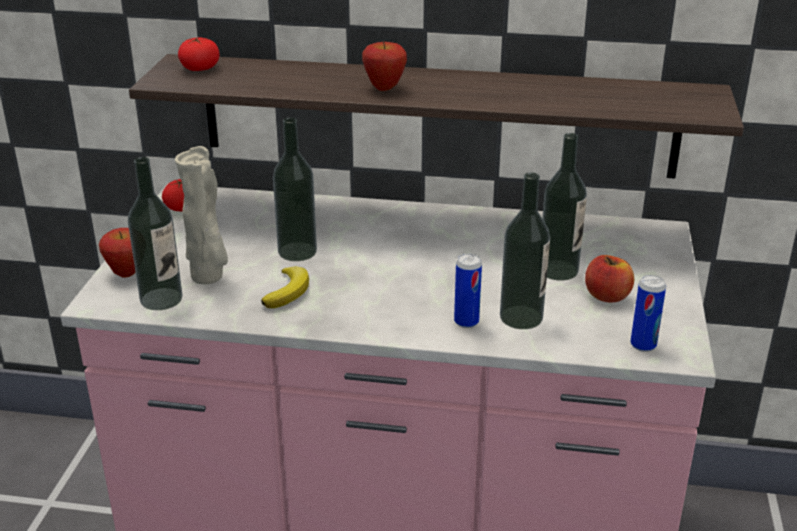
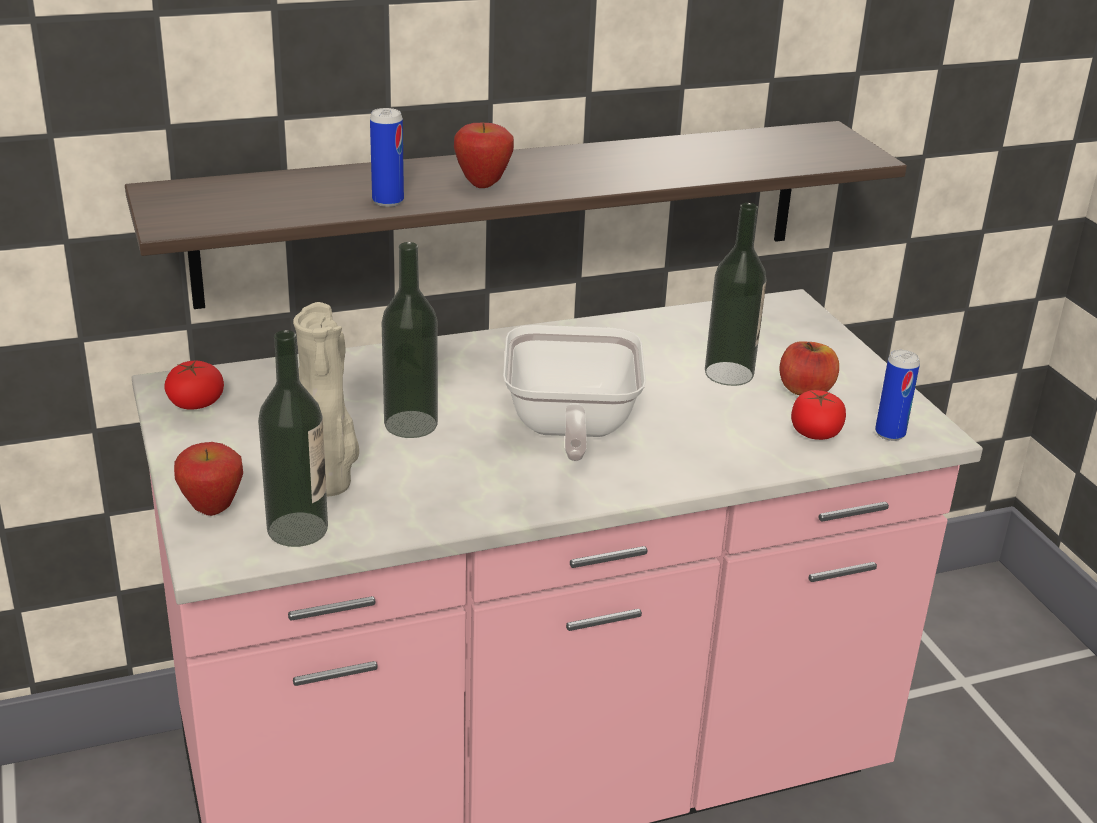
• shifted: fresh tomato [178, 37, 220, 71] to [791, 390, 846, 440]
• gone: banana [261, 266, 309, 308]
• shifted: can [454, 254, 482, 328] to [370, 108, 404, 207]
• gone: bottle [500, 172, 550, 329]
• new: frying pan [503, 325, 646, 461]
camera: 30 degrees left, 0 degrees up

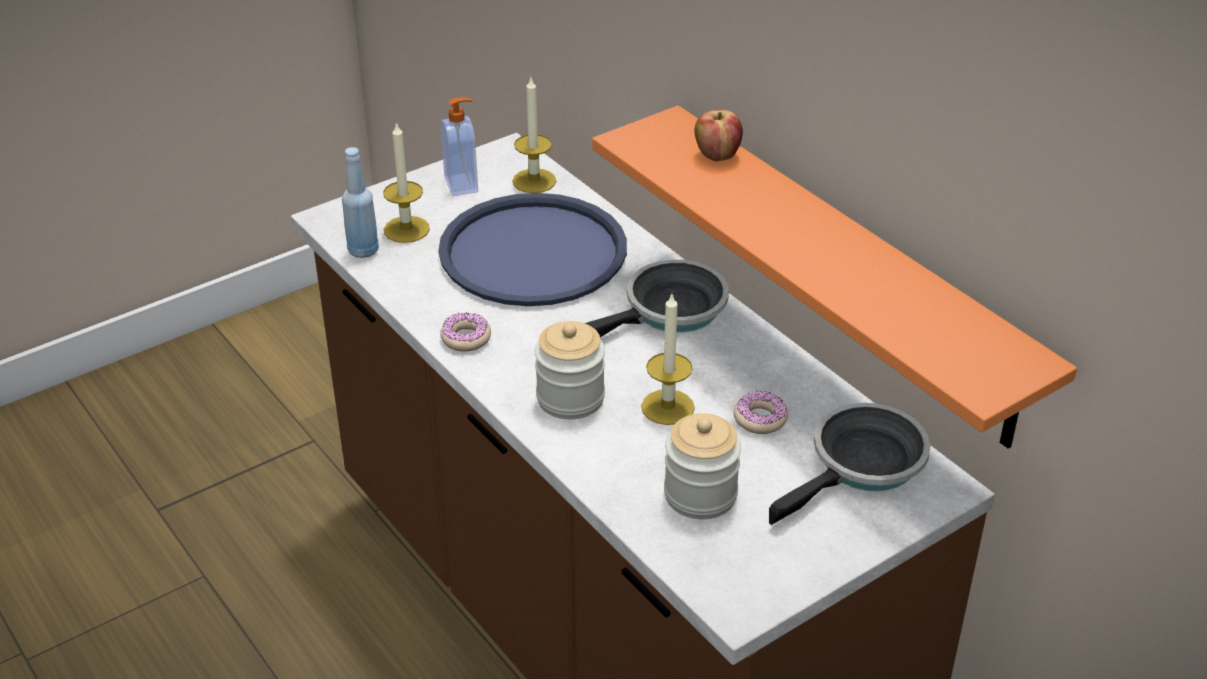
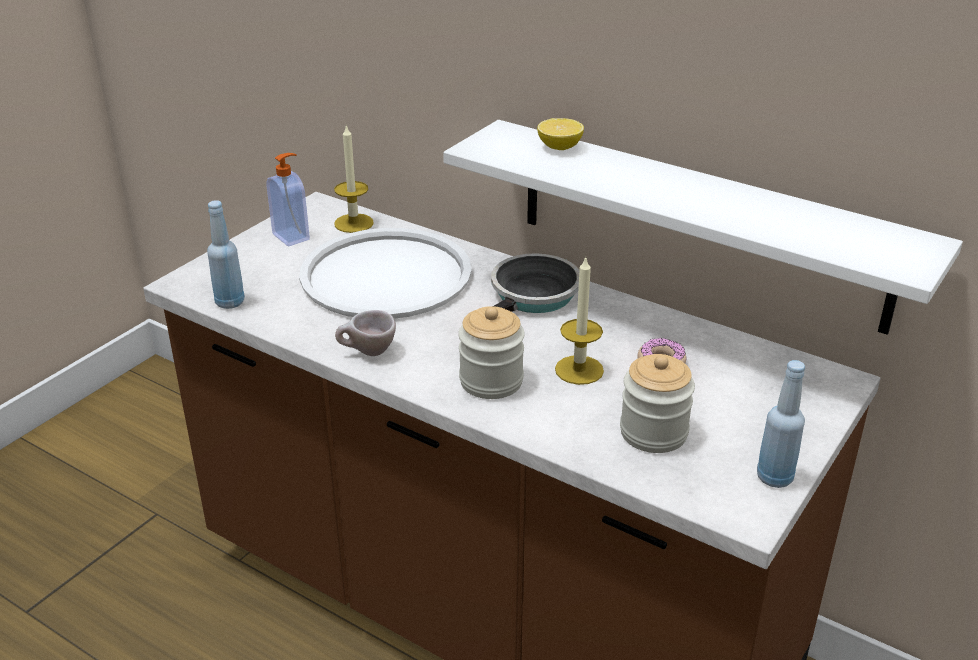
• gone: wax light [383, 122, 430, 243]
• repainted: blue carrying tray [438, 193, 627, 306] to whitish carrying tray [299, 228, 472, 319]
• swapped: doughnut [440, 313, 491, 352] to sand-coloured drinking cup [335, 310, 396, 356]
• repainted: orange shelf [592, 105, 1077, 449] to whitish shelf [443, 120, 963, 335]
• swapped: apple [694, 110, 743, 162] to whole lemon [537, 118, 584, 150]
• gone: frying pan [769, 403, 931, 525]
• new: blue bottle [757, 360, 805, 488]
camera: 20 degrees left, 5 degrees down

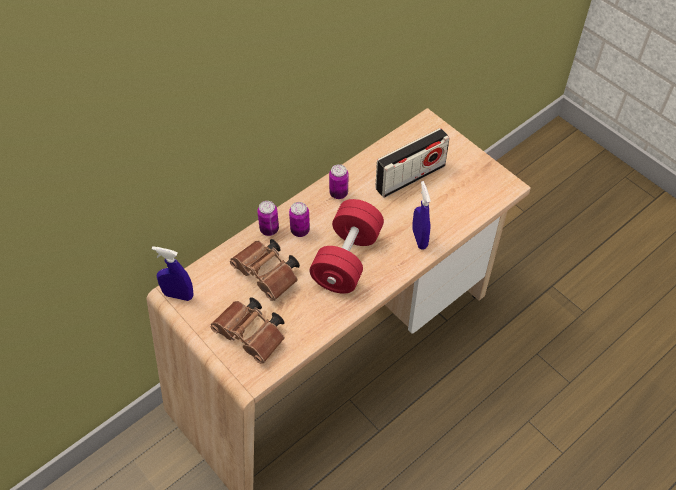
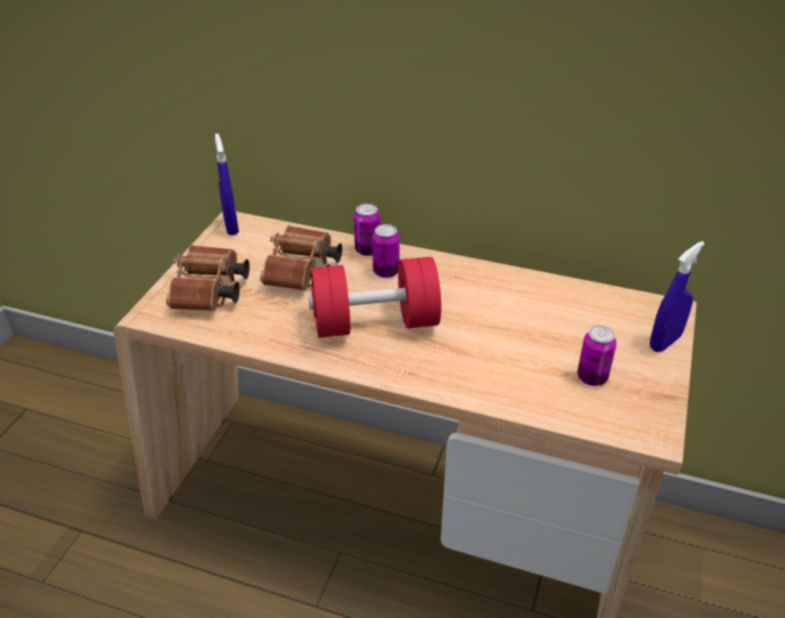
• shifted: can [329, 164, 348, 199] to [577, 325, 617, 386]
• gone: radio [375, 128, 450, 198]
• shifted: blue spray bottle [412, 181, 431, 249] to [650, 241, 705, 352]
camera: 60 degrees right, 15 degrees down

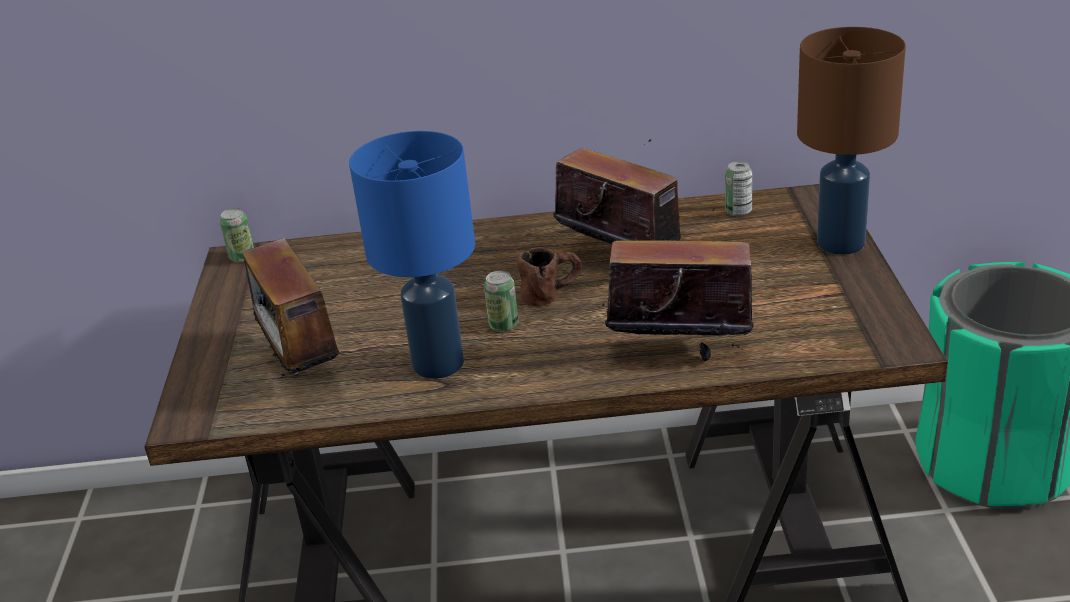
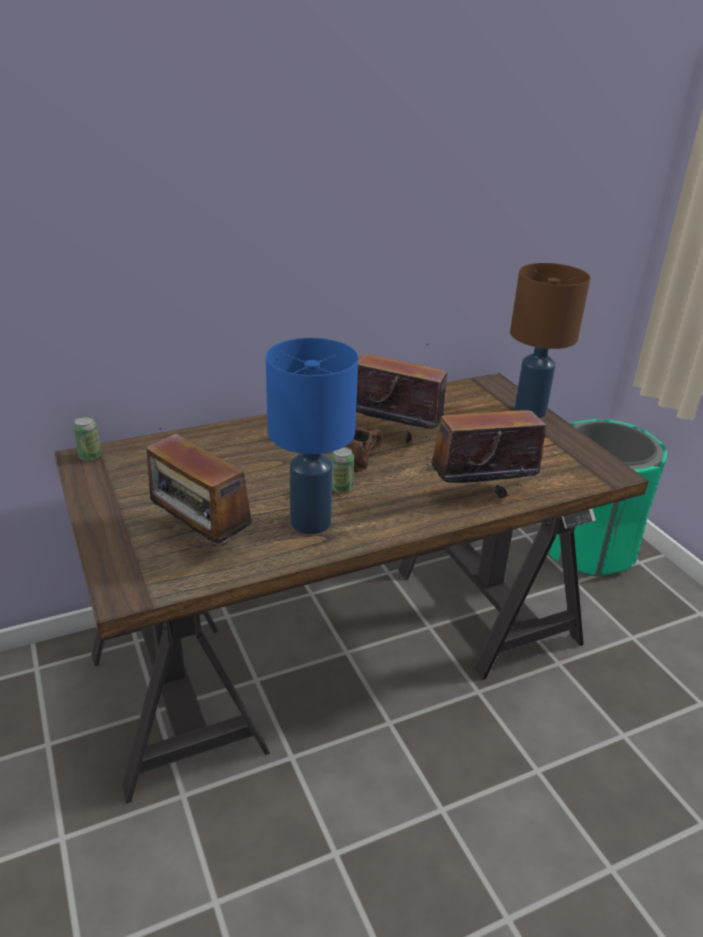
• gone: can [725, 161, 753, 216]
camera: 25 degrees left, 0 degrees up

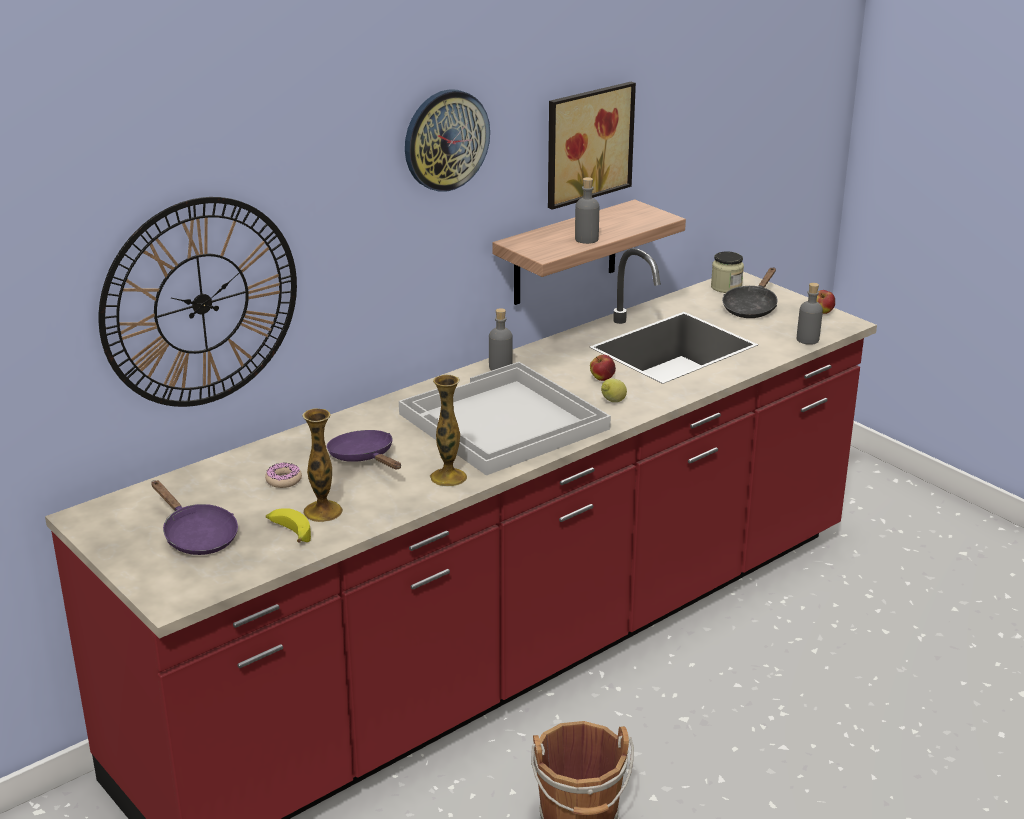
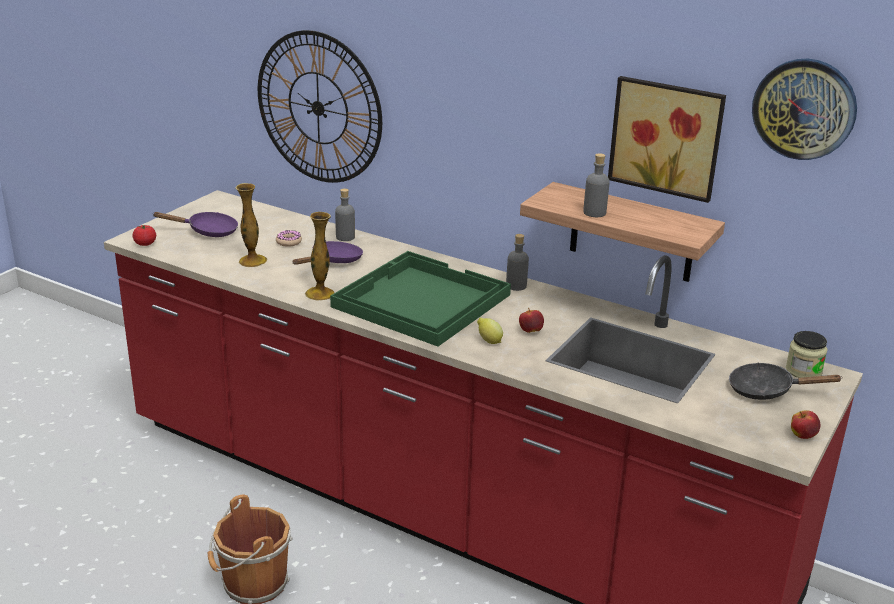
• rotated: purple-coloured frying pan [151, 480, 238, 555] = [152, 212, 238, 237] 120 degrees counterclockwise
• gone: banana [266, 508, 311, 542]
• repainted: whitish carrying tray [399, 362, 611, 475] to greenish carrying tray [330, 251, 511, 347]
• shifted: wall clock [405, 89, 490, 192] to [752, 59, 857, 160]
• shifted: grey bottle [797, 283, 823, 345] to [335, 188, 355, 241]
• new: fresh tomato [132, 225, 156, 246]
camera: 70 degrees right, 0 degrees up

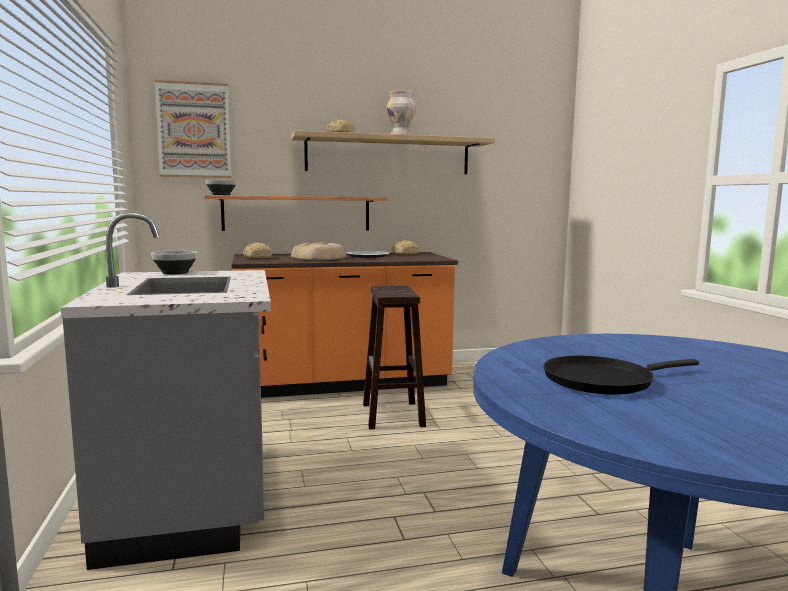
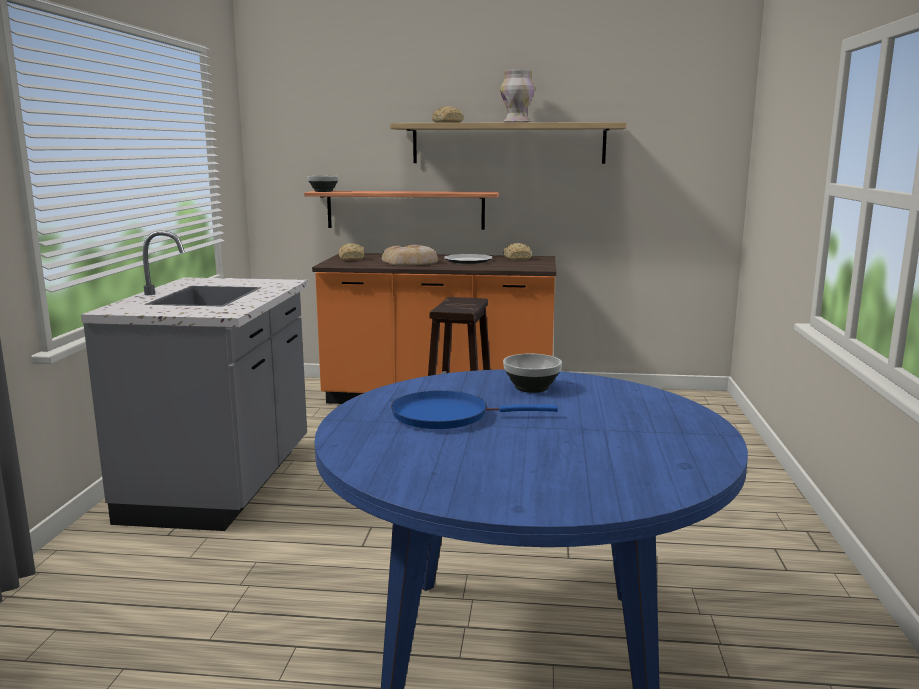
• shifted: bowl [151, 251, 197, 275] to [503, 354, 562, 393]
• gone: picture [155, 80, 231, 178]
• repainted: black-coloured frying pan [544, 356, 699, 395] to blue frying pan [391, 391, 558, 429]
camera: 20 degrees right, 5 degrees up

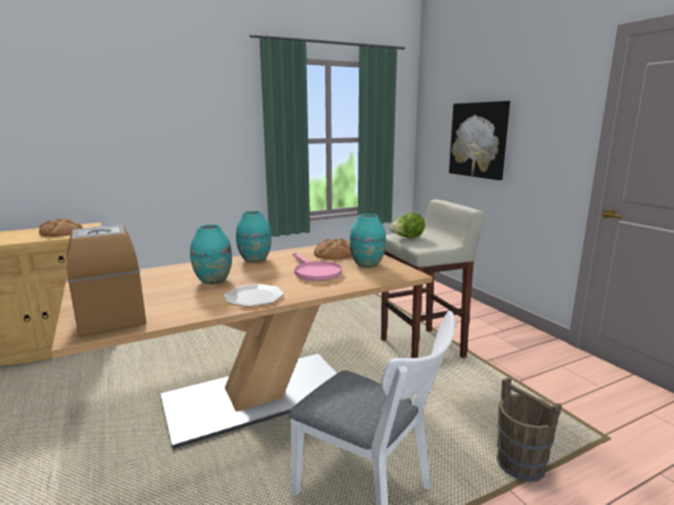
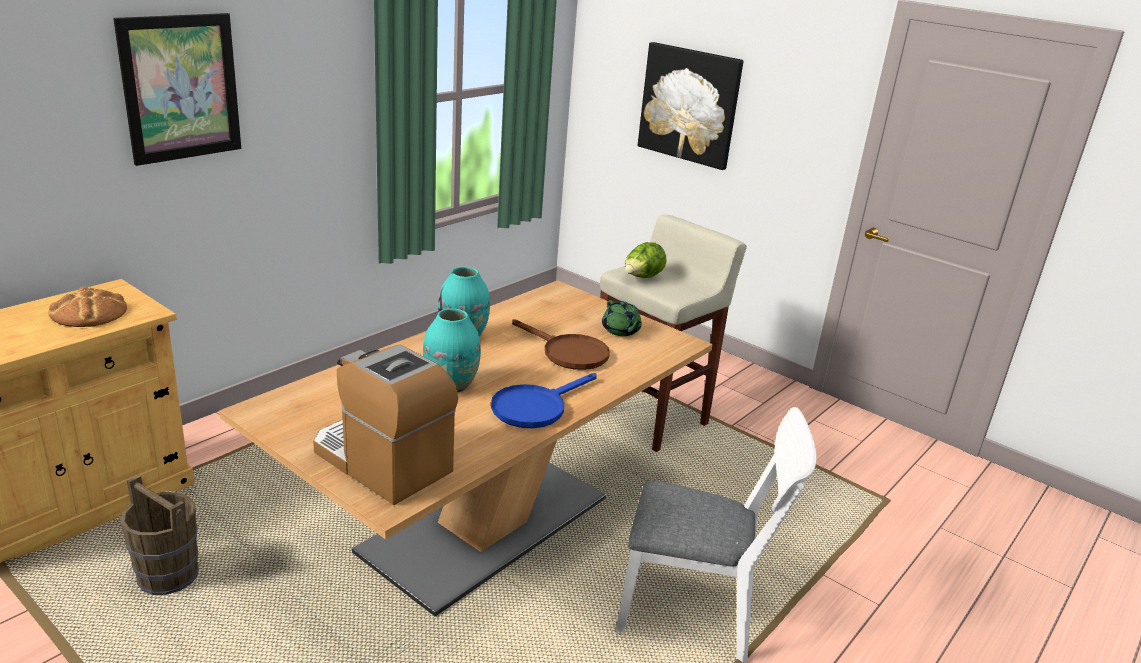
• swapped: plate [224, 284, 284, 307] to blue frying pan [491, 373, 597, 428]
• repainted: pinkish frying pan [293, 252, 342, 281] to brown-coloured frying pan [512, 319, 610, 370]
• gone: bread [314, 238, 352, 259]
• swapped: blue-green decorative vase [350, 214, 386, 268] to greenish tea pot [602, 300, 642, 336]
• shifted: brown-coloured water bucket [497, 377, 562, 482] to [120, 475, 199, 595]
• new: picture [113, 13, 241, 166]
camera: 25 degrees left, 10 degrees up

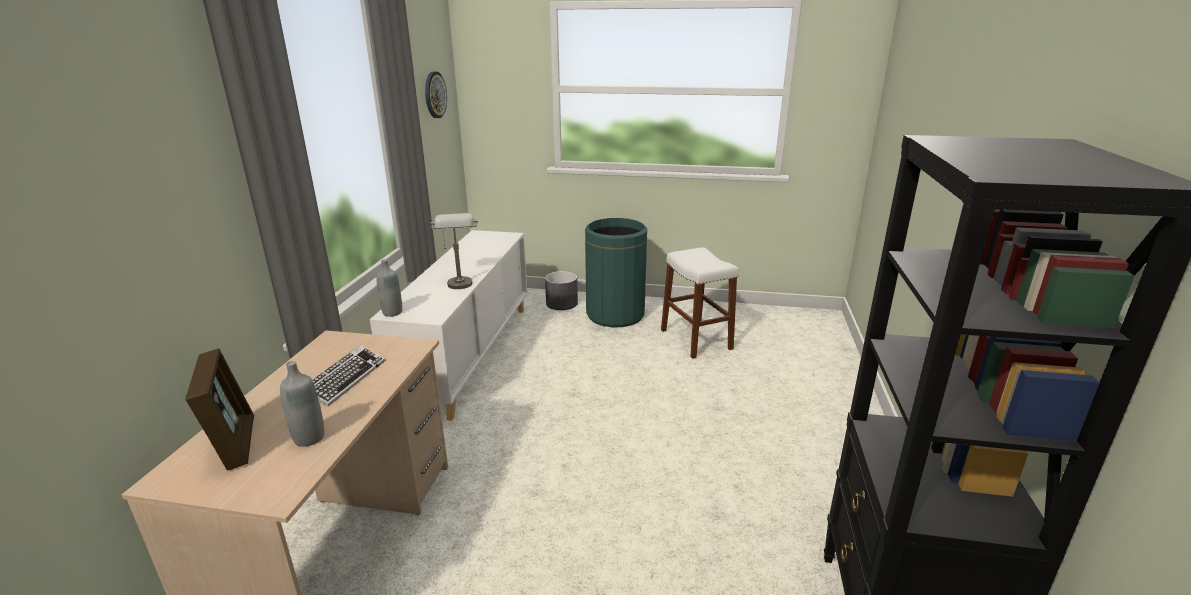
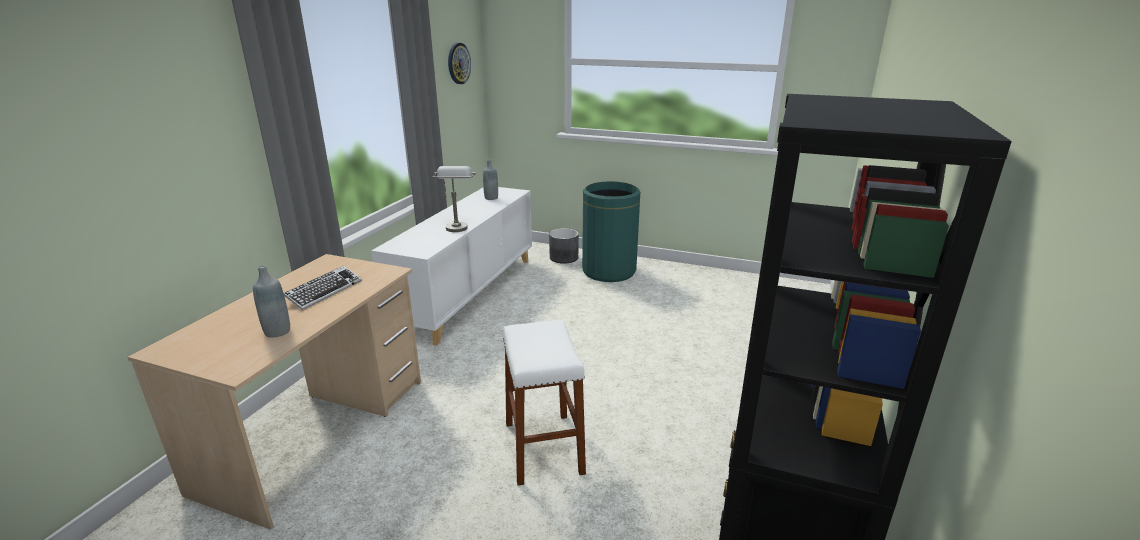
• gone: standing frame [185, 348, 254, 471]
• shifted: grey bottle [376, 259, 402, 317] to [483, 160, 498, 200]
• shifted: whitish sitting stool [661, 247, 739, 359] to [503, 320, 586, 486]
camera: 10 degrees right, 0 degrees up

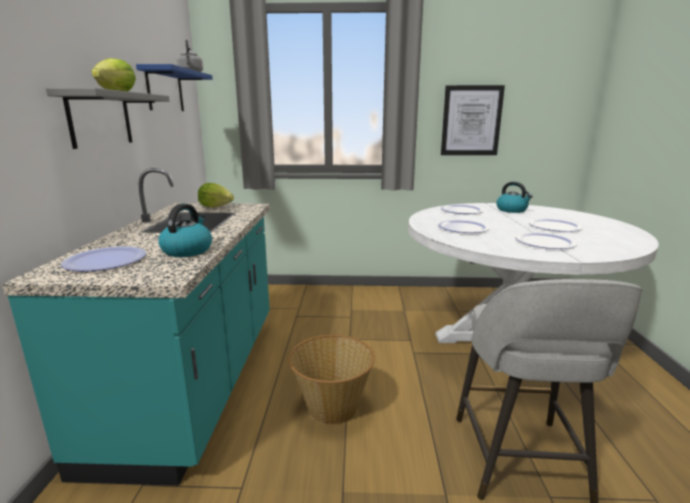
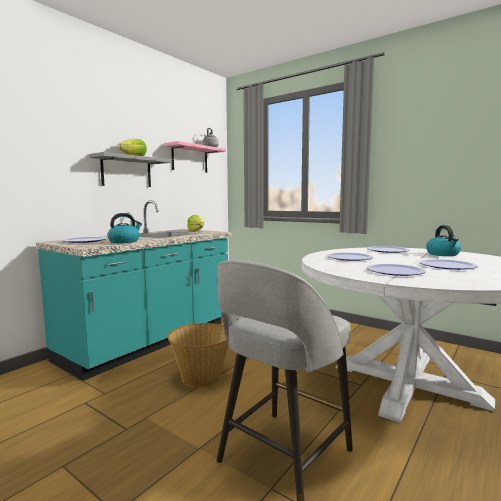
• repainted: blue shelf [136, 64, 213, 111] to pinkish shelf [164, 141, 226, 173]
• gone: picture [441, 85, 505, 155]
camera: 35 degrees right, 10 degrees down

